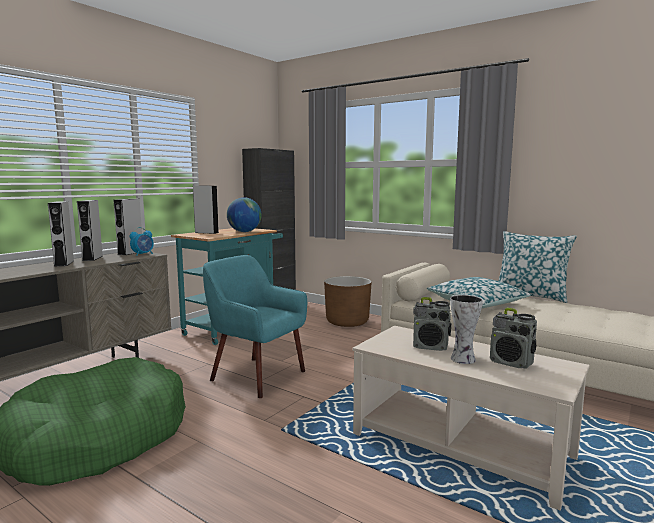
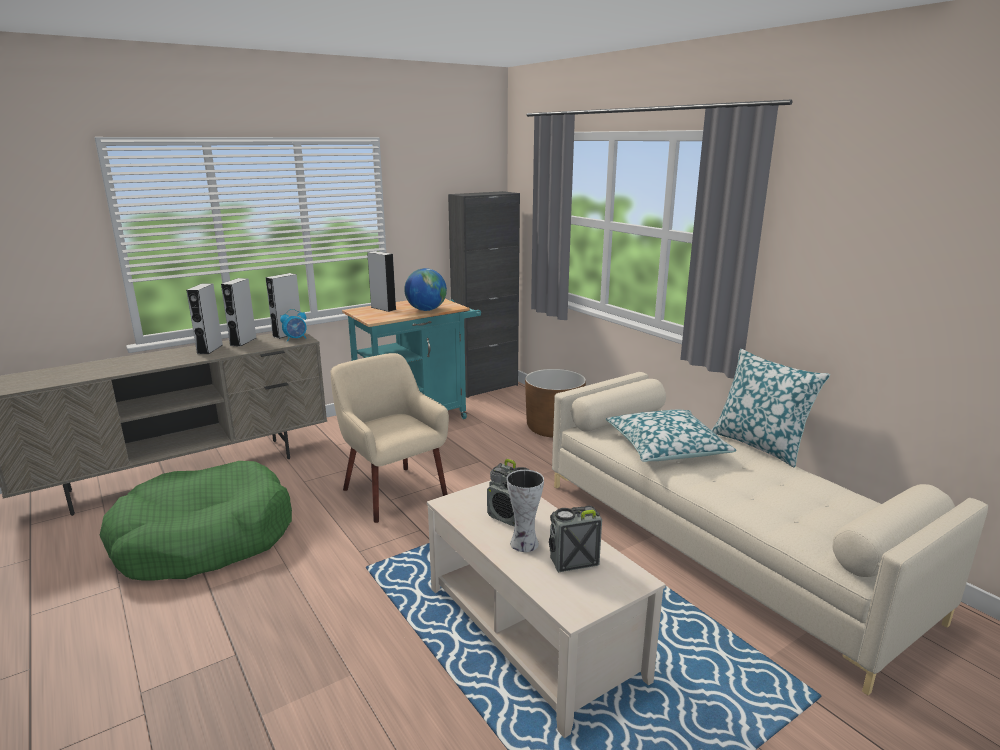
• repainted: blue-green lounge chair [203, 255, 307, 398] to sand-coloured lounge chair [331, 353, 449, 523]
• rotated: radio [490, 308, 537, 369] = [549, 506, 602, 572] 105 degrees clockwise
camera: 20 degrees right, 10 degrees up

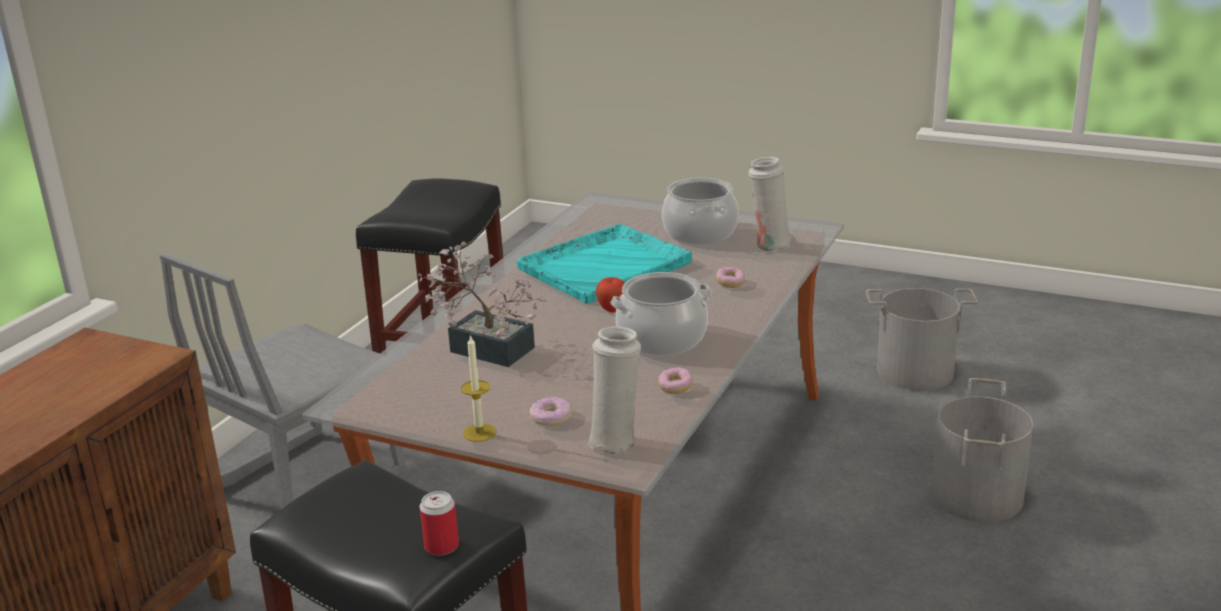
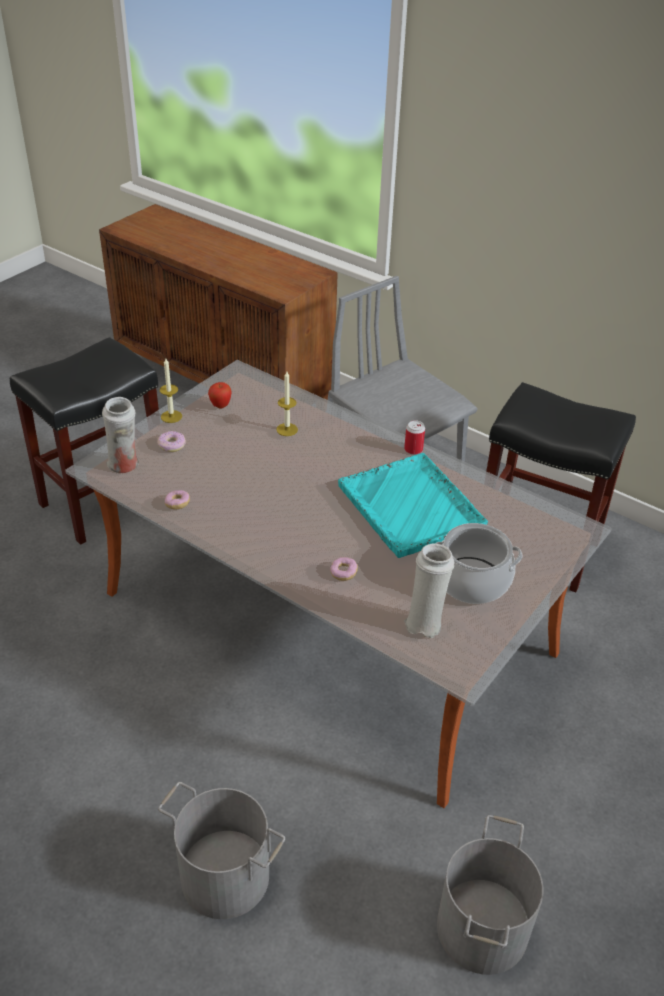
• swapped: houseplant [418, 242, 547, 367] to wax light [276, 371, 298, 436]
• shifted: can [420, 491, 459, 555] to [404, 420, 425, 455]
• shifted: apple [596, 277, 625, 312] to [208, 382, 231, 408]
• gone: stockpot [611, 272, 712, 355]
camera: 100 degrees right, 15 degrees up

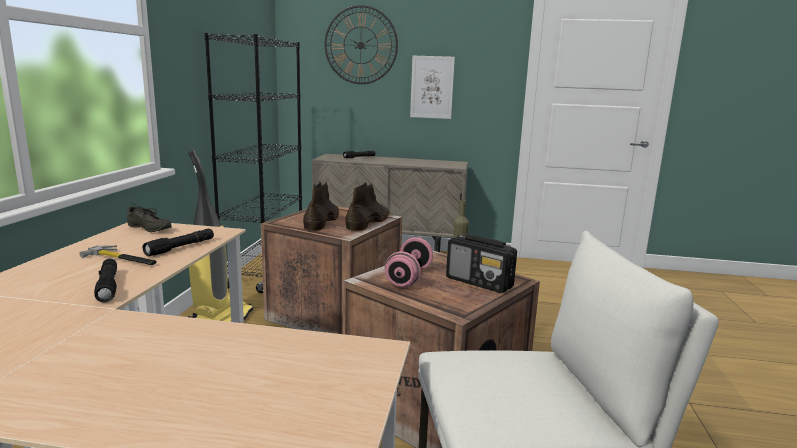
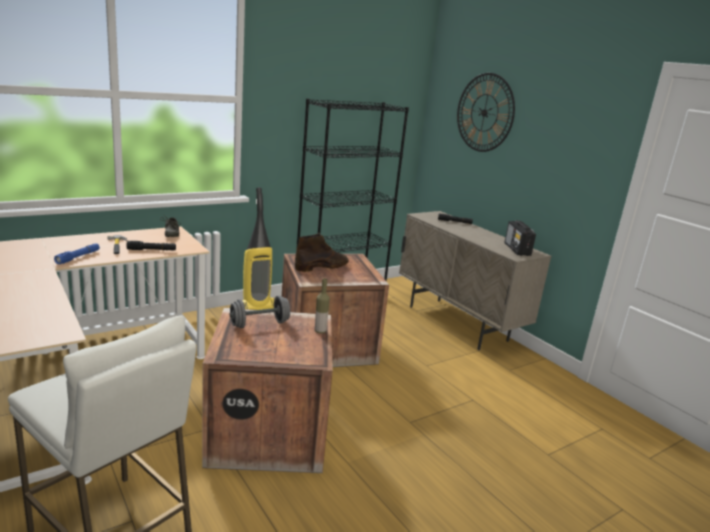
• repainted: black-coloured hand torch [94, 259, 117, 303] to blue hand torch [54, 243, 100, 264]
• gone: brown-coloured tall boot [345, 182, 389, 231]
• repainted: pinkish free weight [385, 237, 433, 287] to grey free weight [230, 296, 290, 328]
• gone: picture [410, 56, 455, 119]
• shifted: radio [446, 234, 517, 293] to [505, 220, 536, 256]
camera: 45 degrees right, 5 degrees up

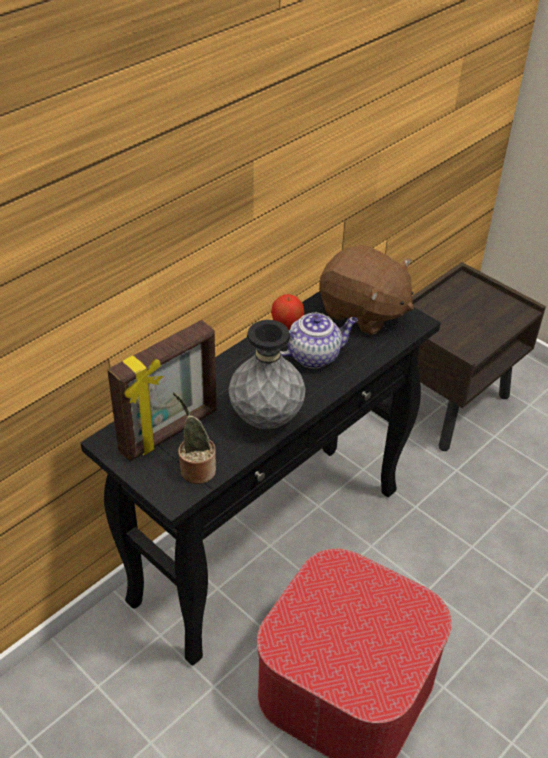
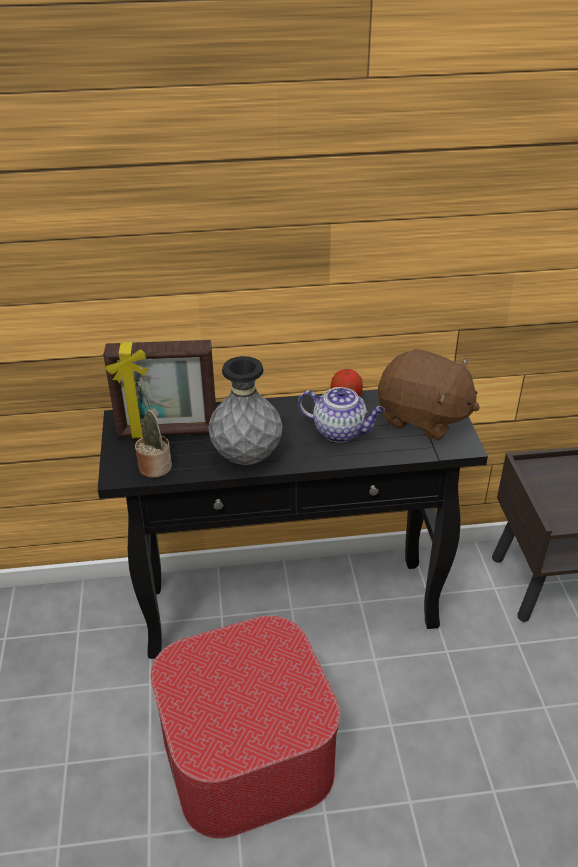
• rotated: brown-coloured cuddly toy [319, 245, 414, 335] = [378, 349, 480, 440] 45 degrees counterclockwise
camera: 40 degrees right, 5 degrees down

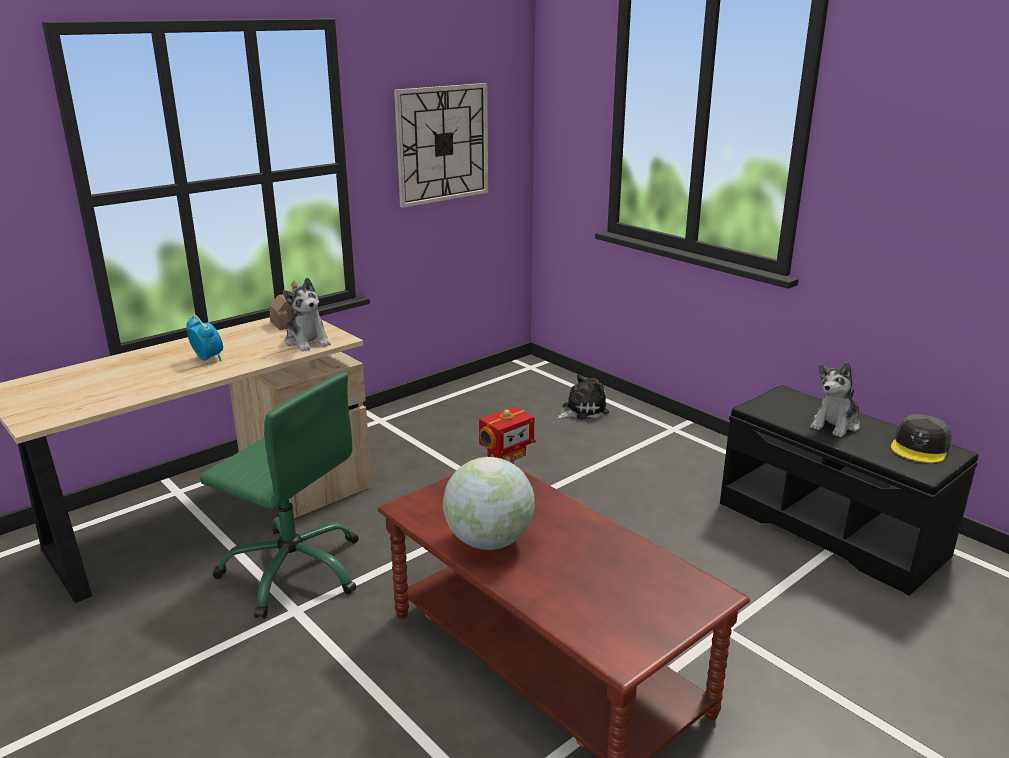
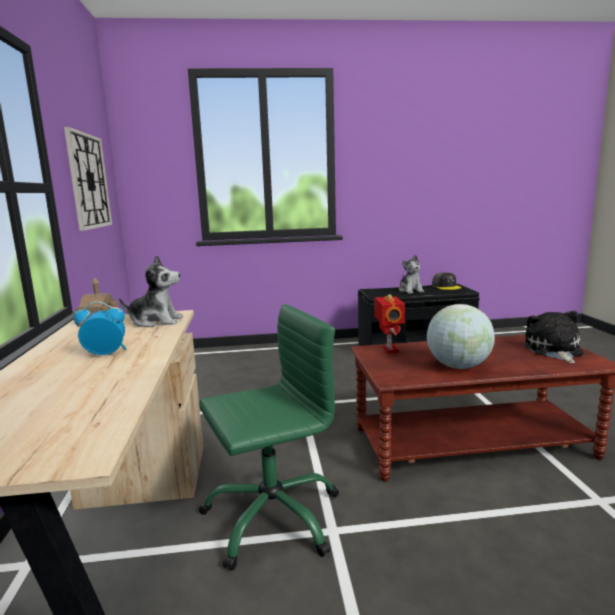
• shifted: cuddly toy [556, 374, 609, 420] to [524, 311, 584, 363]
camera: 55 degrees left, 10 degrees down

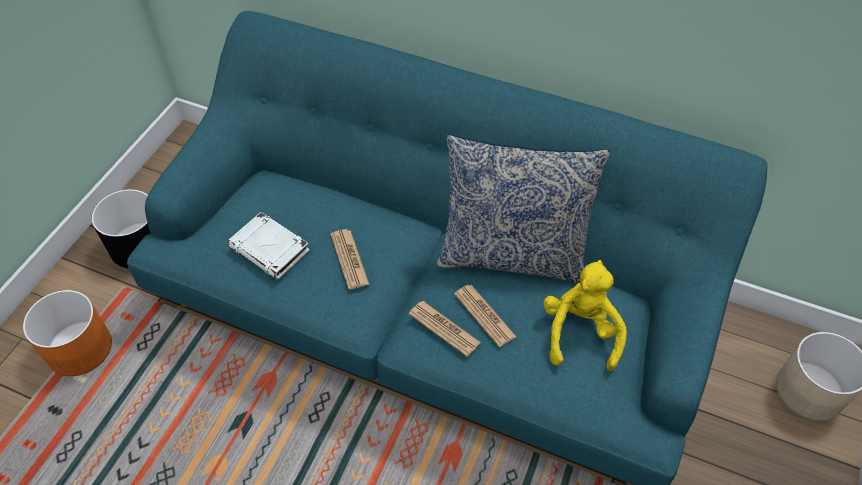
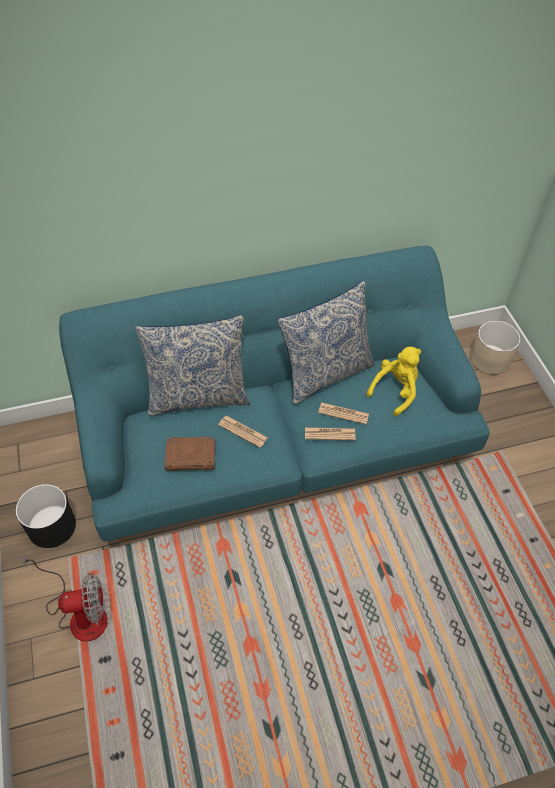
• swapped: orange plant pot [23, 290, 112, 376] to cooling fan [23, 553, 108, 641]
• repainted: whitish book [228, 212, 310, 280] to brown-coloured book [165, 436, 215, 471]
• rotated: yellowish cuddly toy [543, 260, 627, 371] = [366, 347, 421, 416] 75 degrees clockwise
• new: pillow [135, 315, 250, 416]
camera: 40 degrees left, 0 degrees up

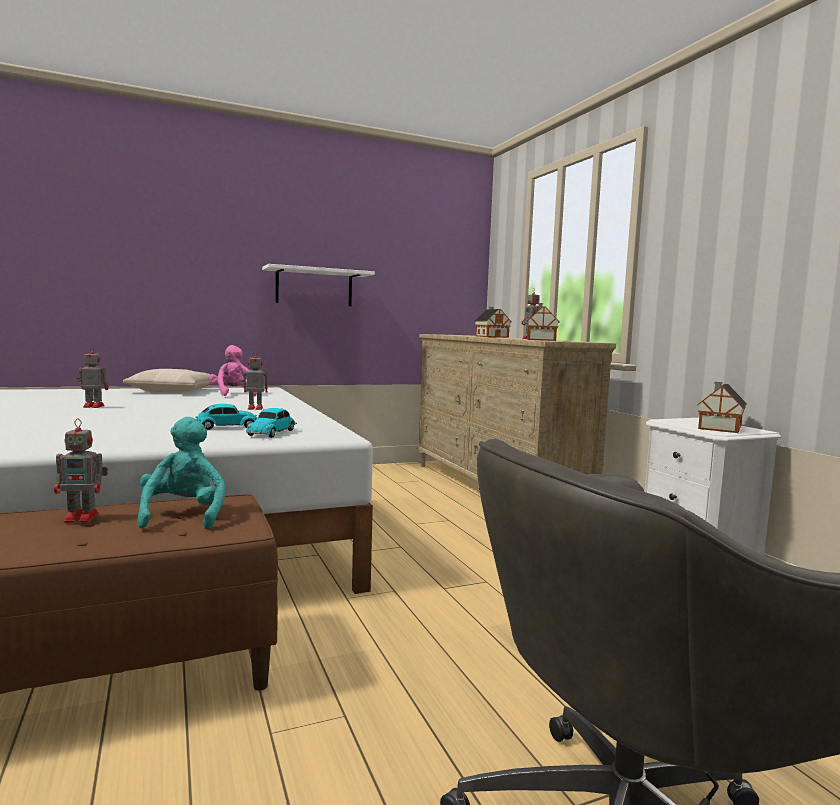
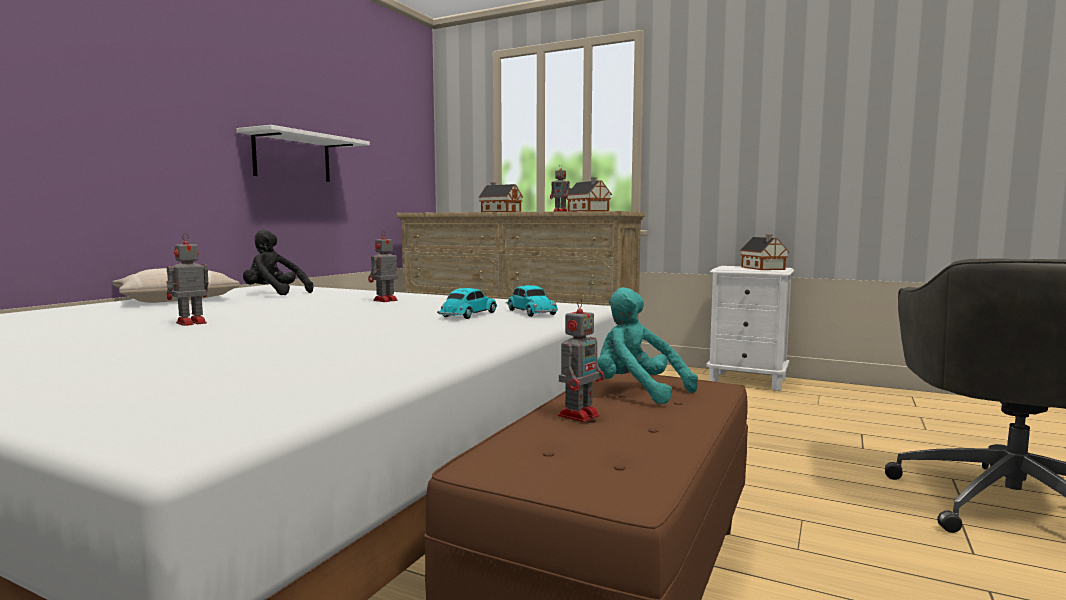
• repainted: pinkish cuddly toy [209, 345, 257, 397] to black-coloured cuddly toy [243, 230, 313, 295]
camera: 40 degrees left, 0 degrees up

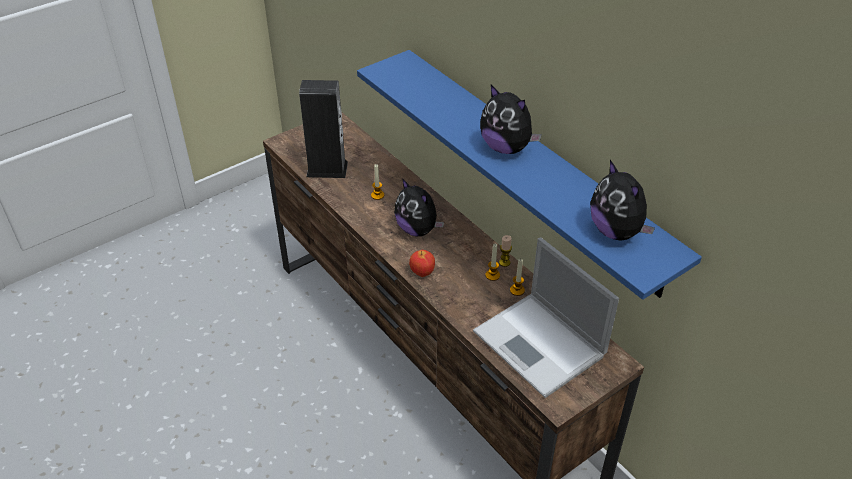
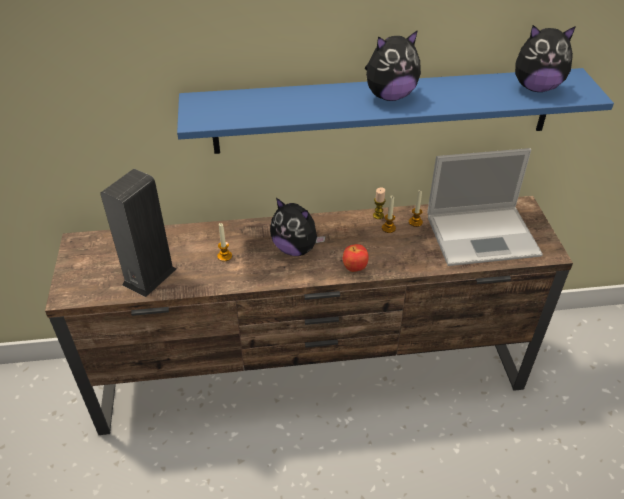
• rotated: cuddly toy [394, 178, 444, 236] = [270, 198, 326, 256] 45 degrees clockwise
camera: 60 degrees left, 0 degrees up

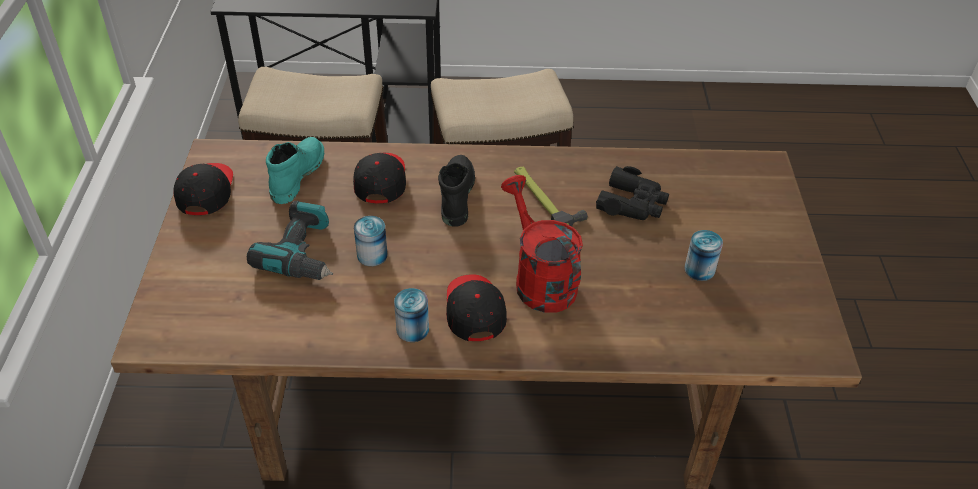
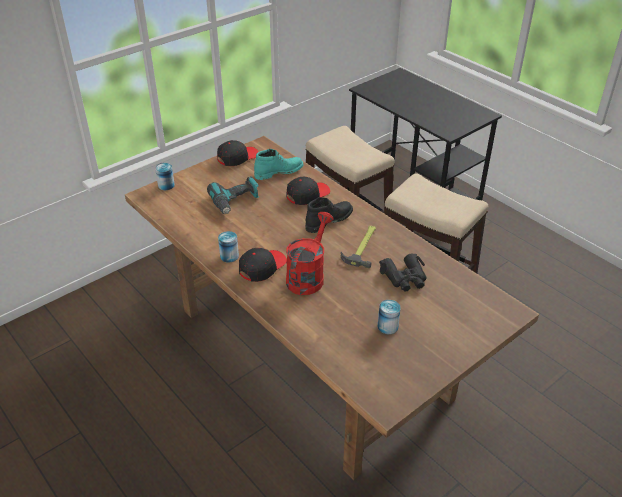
• shifted: can [354, 216, 388, 266] to [155, 163, 175, 190]
camera: 50 degrees right, 5 degrees down

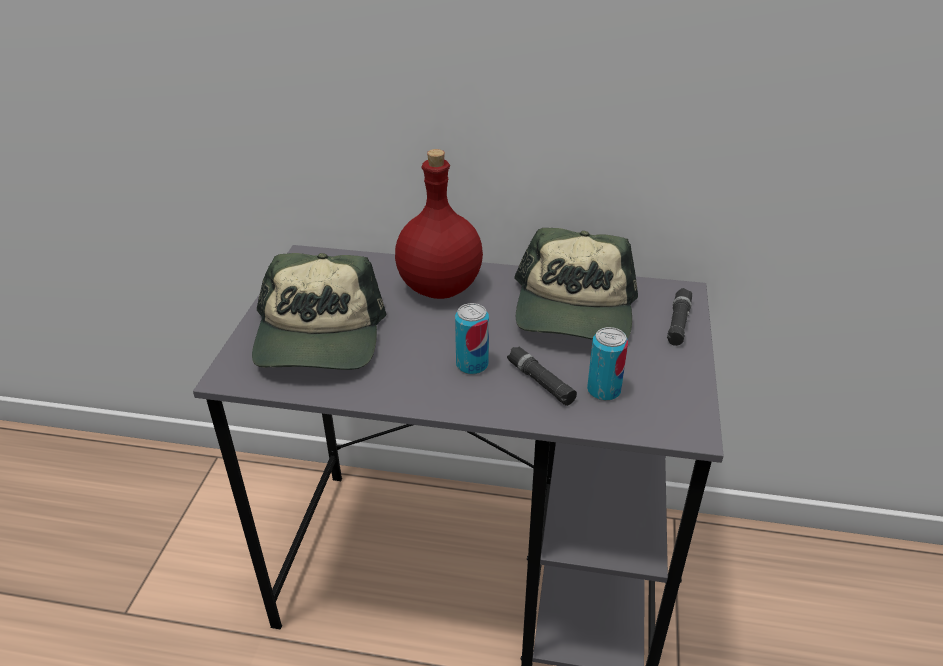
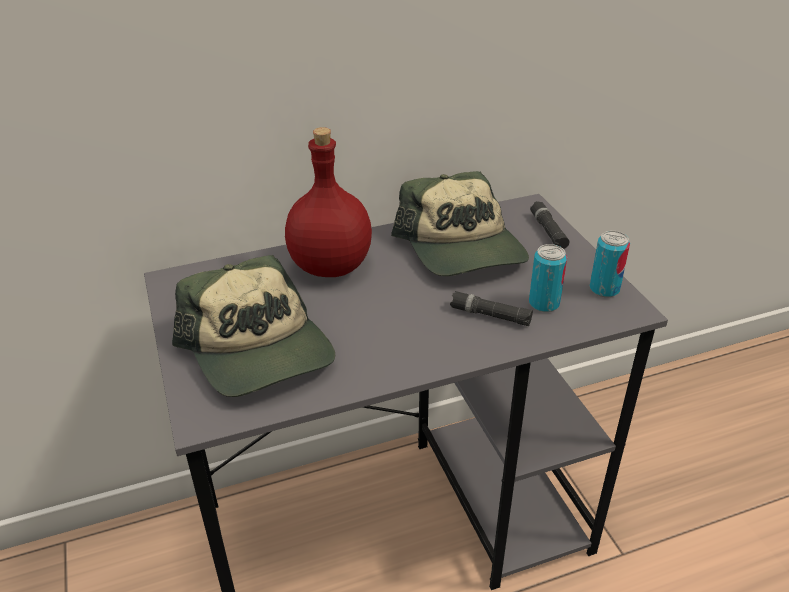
• shifted: can [455, 303, 489, 375] to [590, 231, 630, 297]
camera: 30 degrees left, 0 degrees up

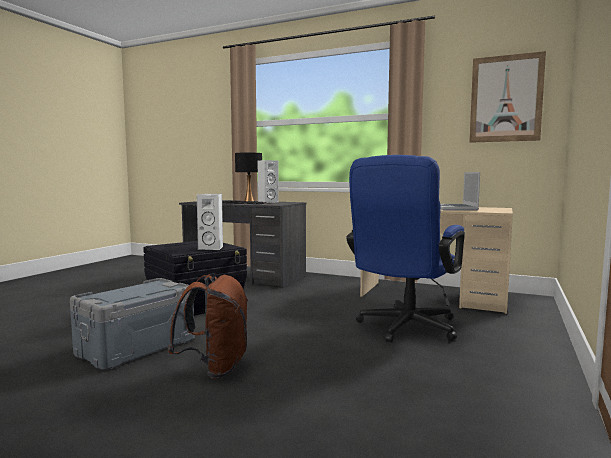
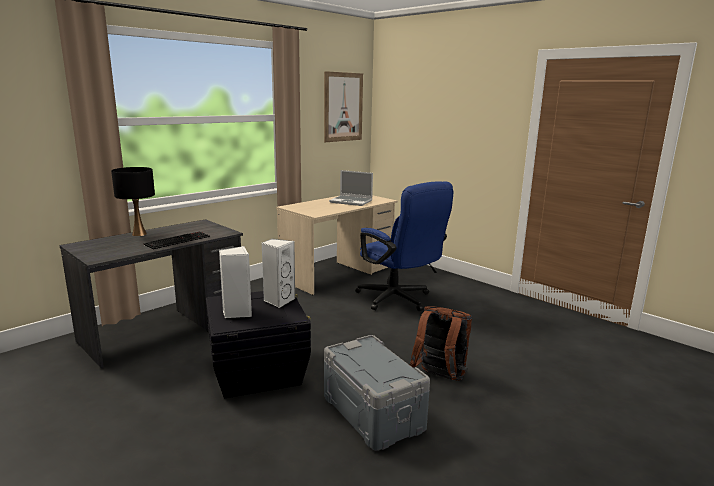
• shifted: whitish loudspeaker [257, 160, 279, 203] to [219, 246, 252, 318]
camera: 70 degrees left, 10 degrees up

